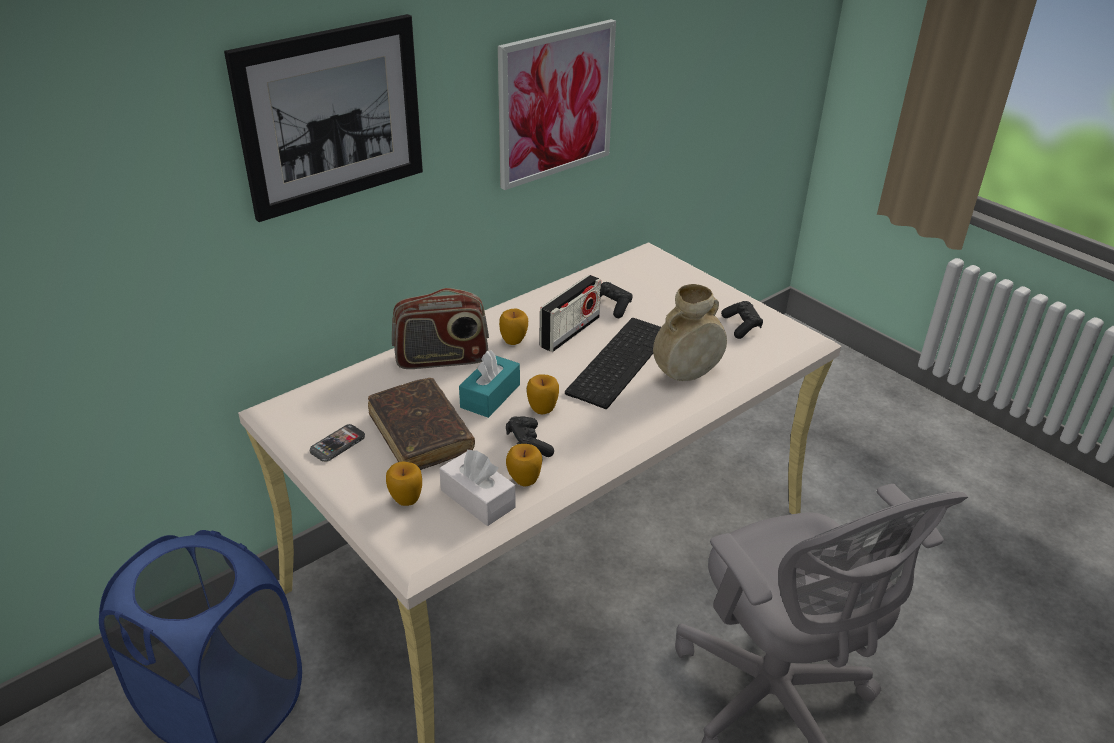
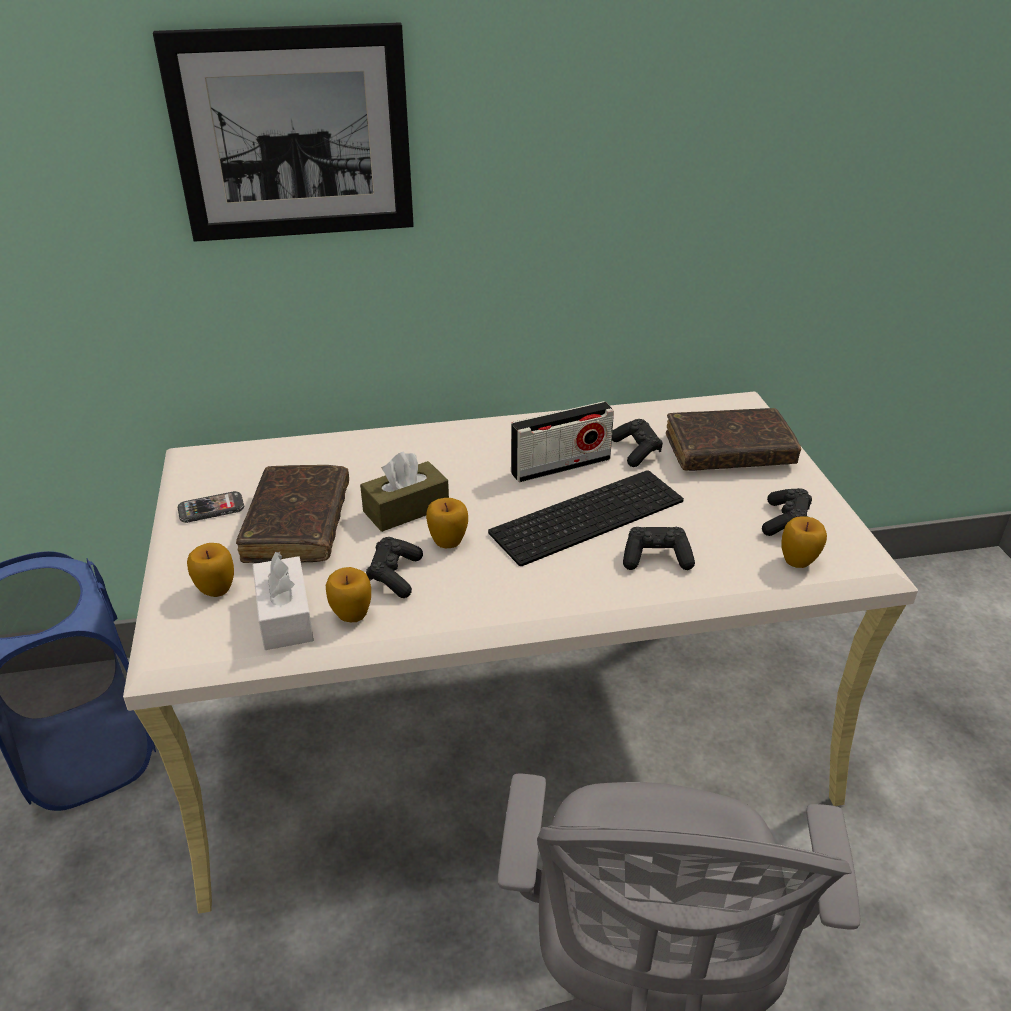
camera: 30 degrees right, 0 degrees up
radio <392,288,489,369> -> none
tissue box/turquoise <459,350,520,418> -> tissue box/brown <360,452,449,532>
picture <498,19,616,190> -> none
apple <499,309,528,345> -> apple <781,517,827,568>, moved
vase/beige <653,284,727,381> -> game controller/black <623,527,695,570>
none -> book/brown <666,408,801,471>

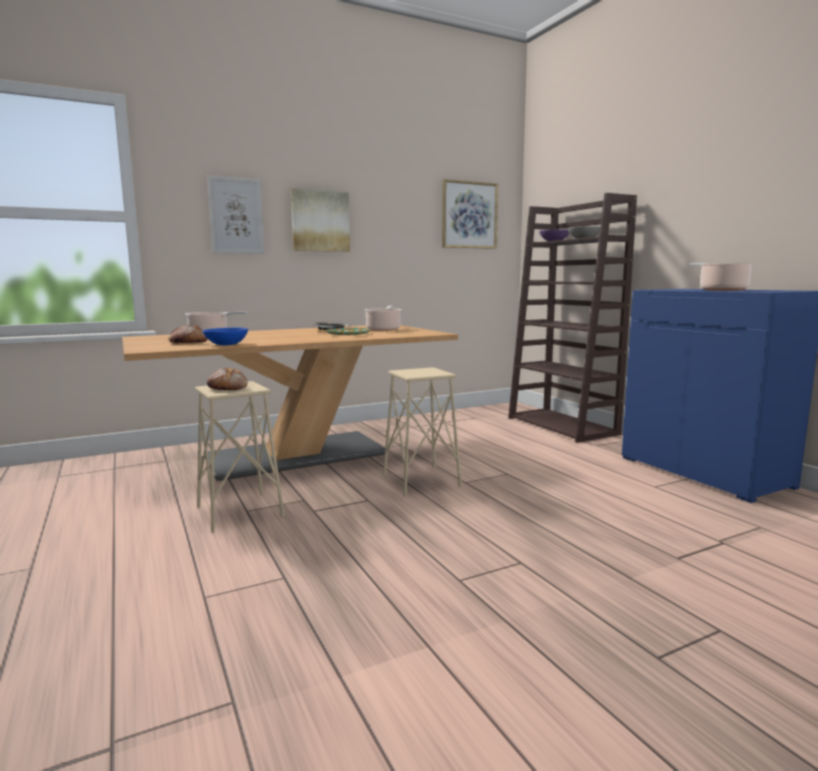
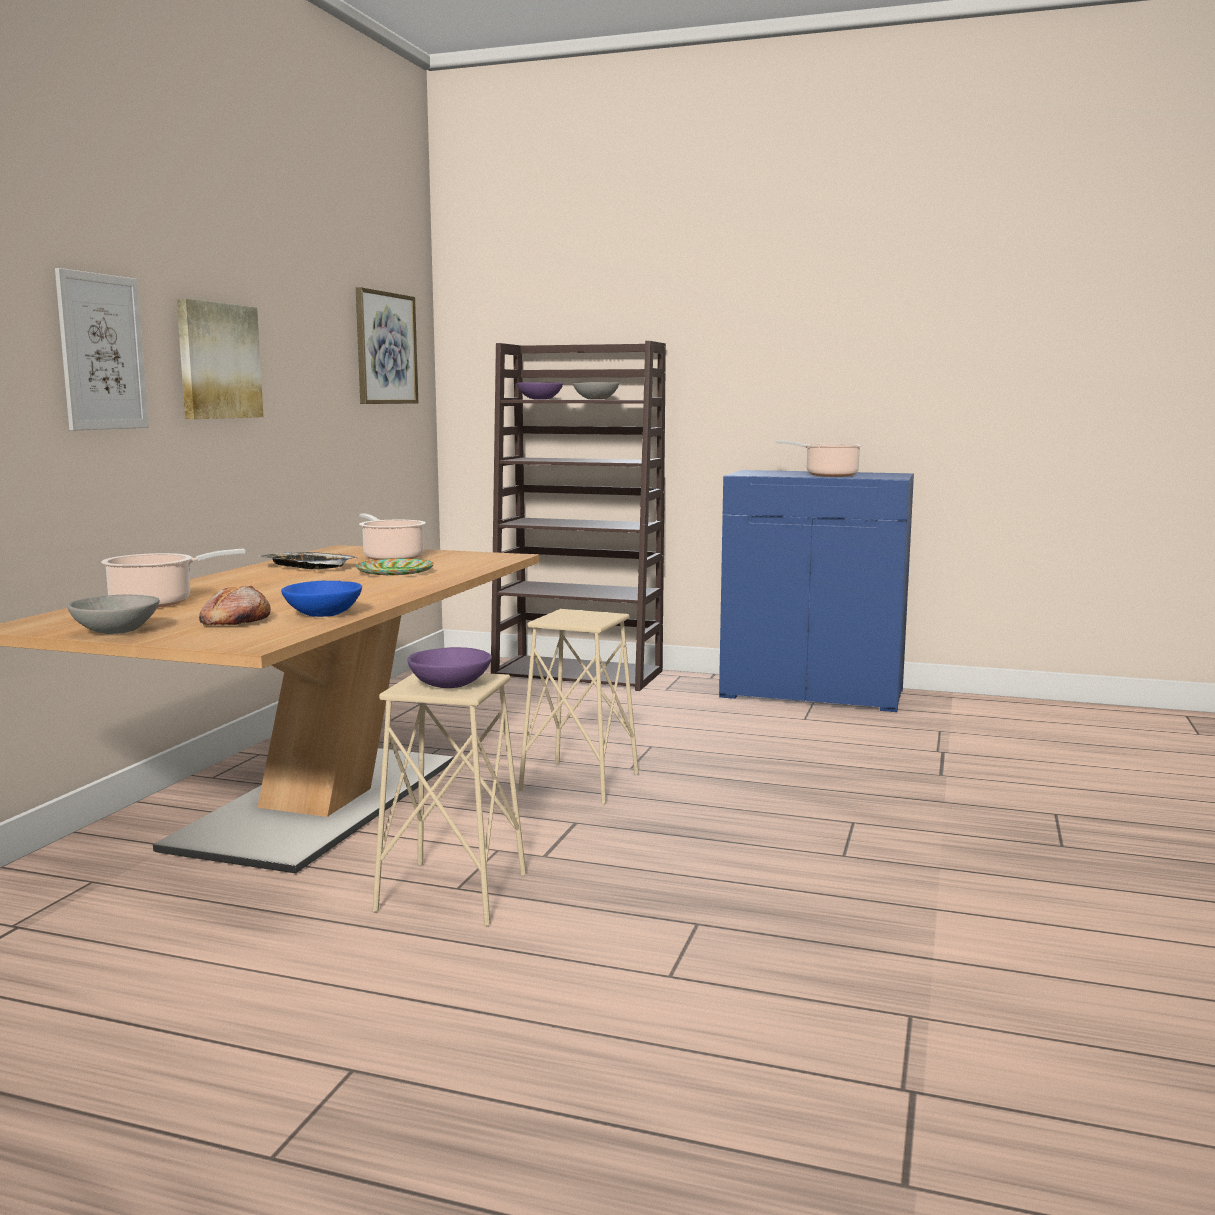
camera: 45 degrees left, 0 degrees up
bread <207,368,248,390> -> bowl/purple <407,647,492,688>
none -> bowl/grey <67,594,160,634>

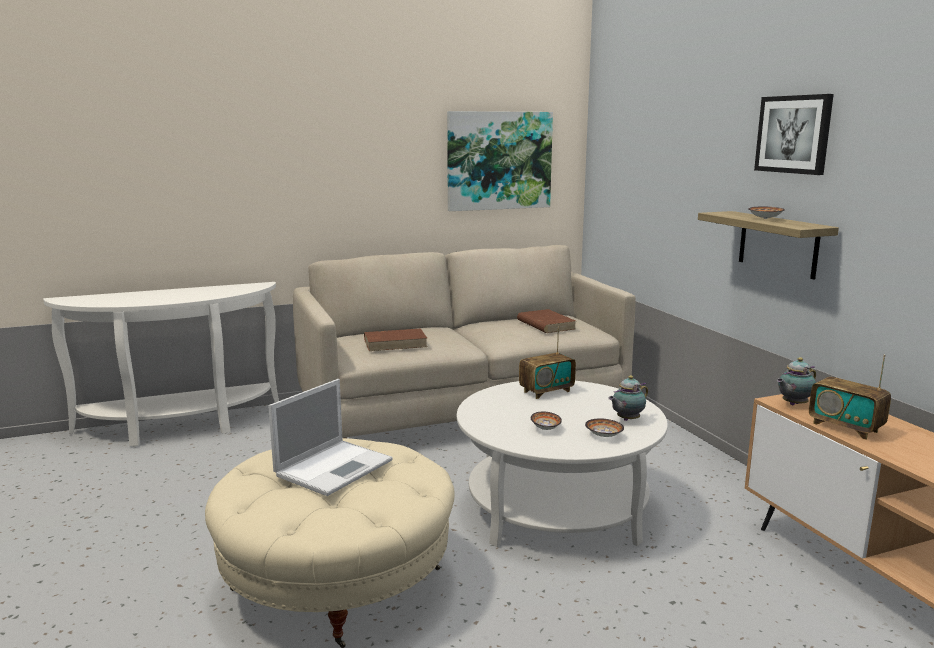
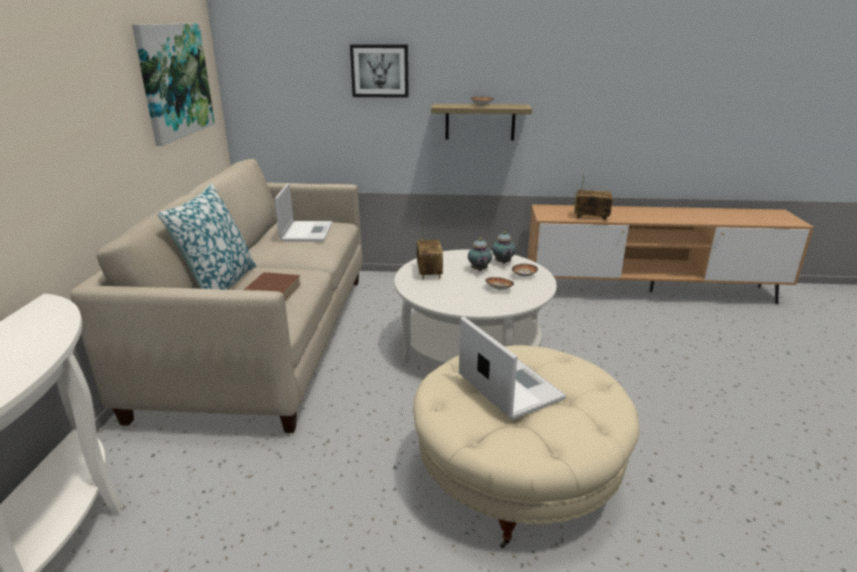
camera: 65 degrees left, 10 degrees up
book/brown <517,309,575,333> -> laptop <274,183,333,241>
picture <754,94,834,175> -> picture <350,44,409,98>, moved
teapot <777,357,816,405> -> teapot <468,238,492,271>, moved
radio <809,355,891,440> -> radio <574,173,613,220>, 150 degrees counterclockwise
none -> pillow <157,183,256,290>

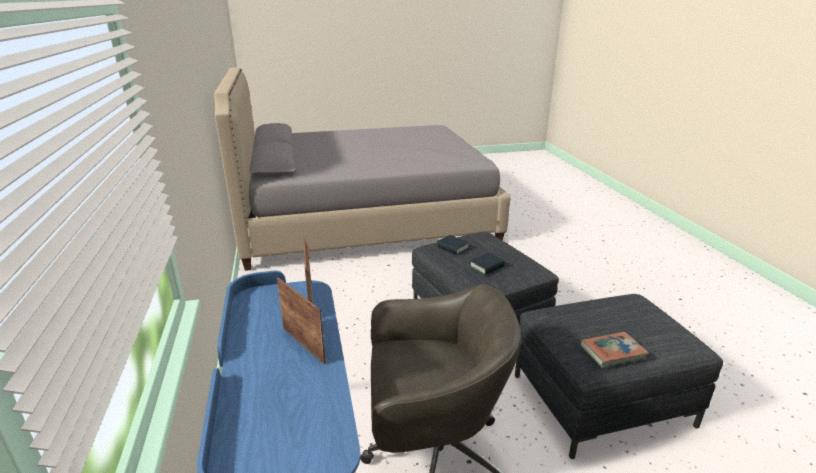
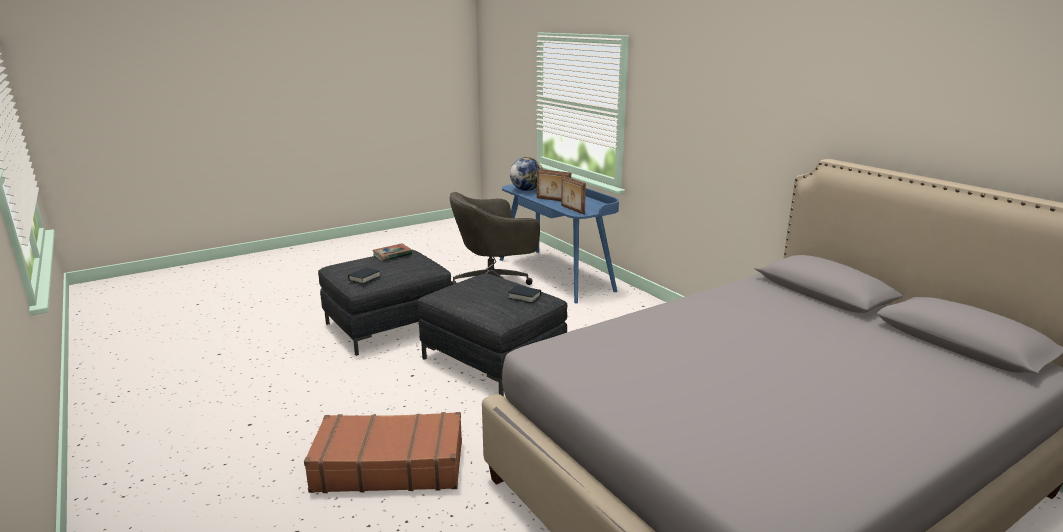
camera: 160 degrees right, 5 degrees down
book <469,253,505,275> -> book <348,267,381,284>, moved
none -> suitcase/brown <304,412,462,493>
none -> globe <510,157,543,191>

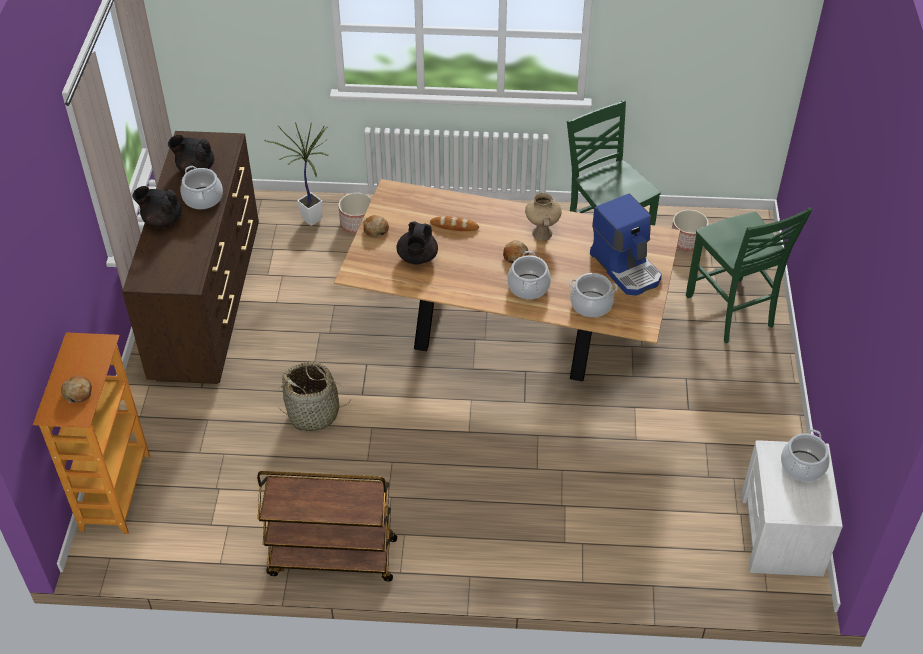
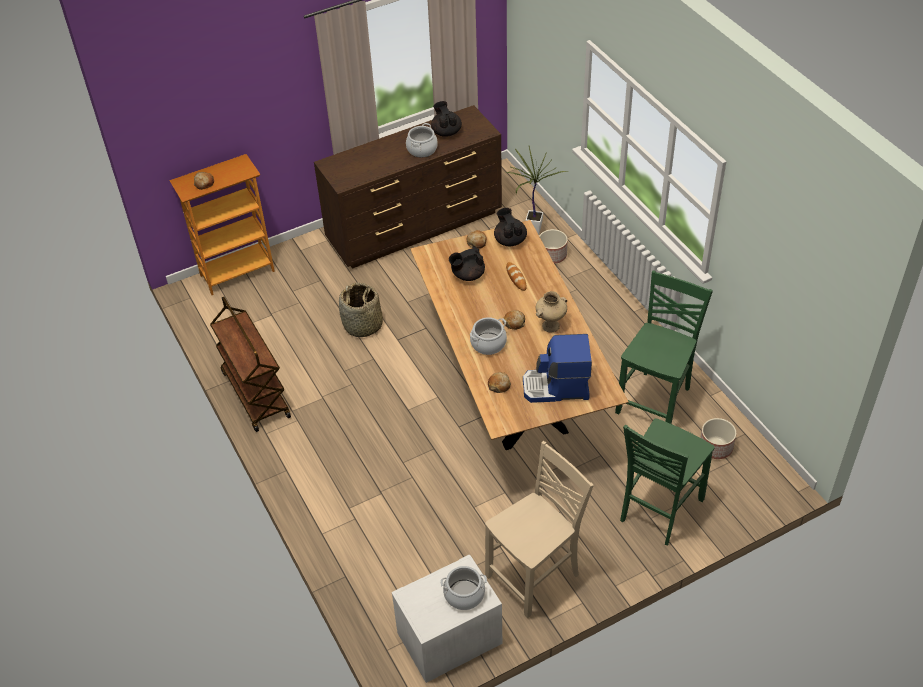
camera: 60 degrees right, 0 degrees up
teapot/black <133,186,181,228> -> teapot/black <494,208,527,246>, moved
cooking pot <569,273,618,318> -> bread <488,372,511,393>
coffee machine <590,193,662,296> -> coffee machine <523,334,592,403>, 60 degrees clockwise
none -> chair/beige <485,441,594,618>

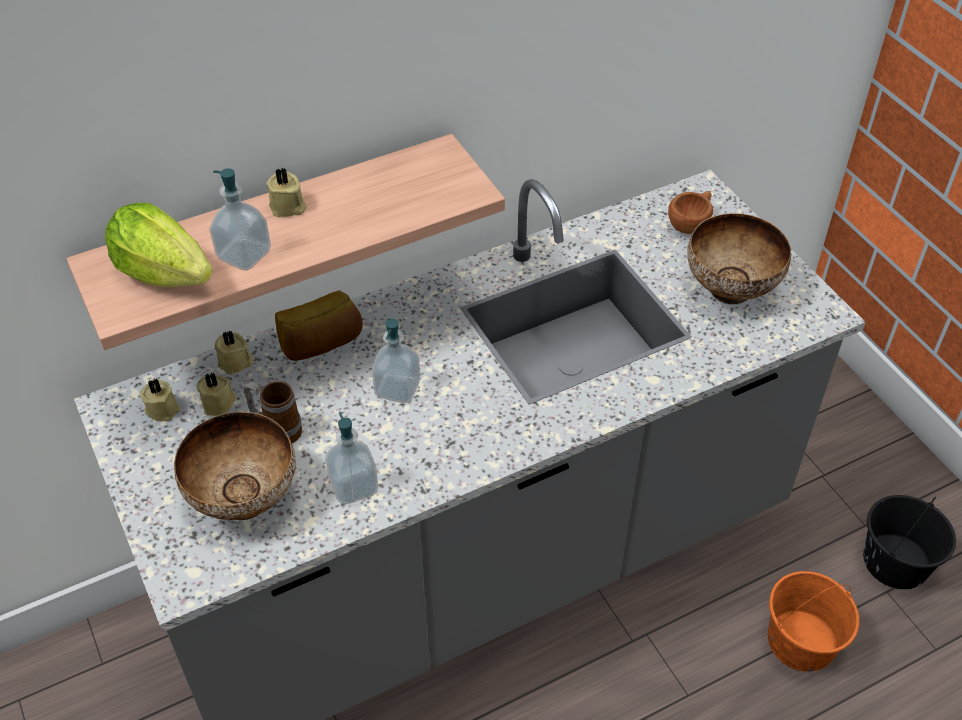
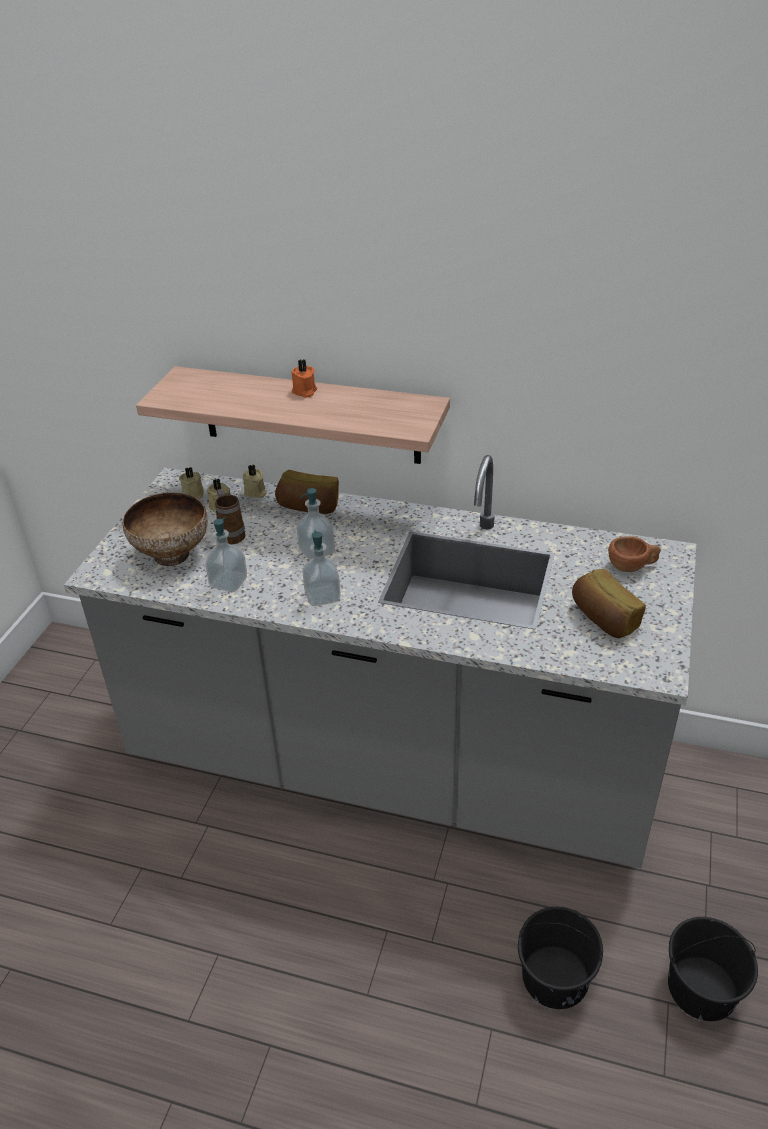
camera: 45 degrees right, 10 degrees down
lettuce <105,203,213,287> -> none
soap dispenser <209,168,271,270> -> soap dispenser <302,530,341,606>, moved
candle/beige <267,167,307,217> -> candle/orange <291,359,317,398>
bowl <687,213,791,304> -> bread <572,569,646,638>
bucket/orange <768,571,860,672> -> bucket/black <518,907,603,1009>

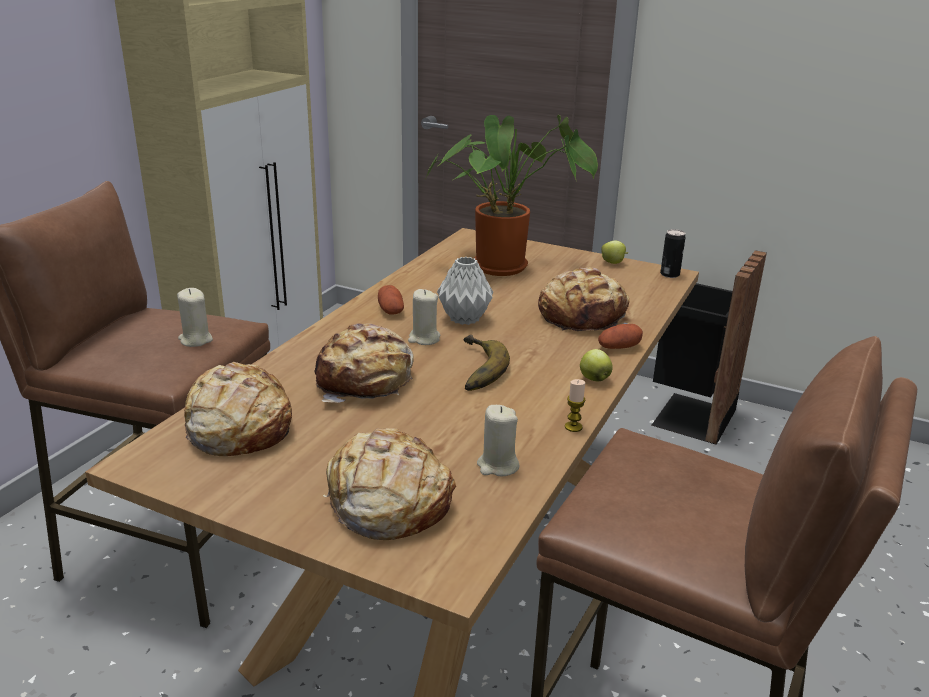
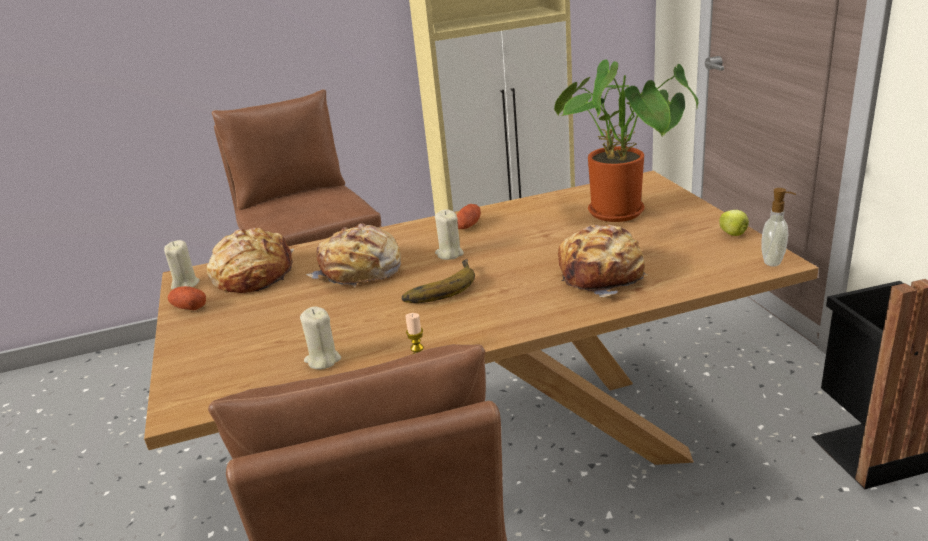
camera: 50 degrees right, 0 degrees up
candle/beige <177,288,213,347> -> candle/beige <164,240,200,290>, moved
bread <323,428,456,540> -> none
vase/grey <437,257,493,325> -> none
apple <580,349,613,381> -> none
potato <598,324,643,349> -> potato <168,286,206,310>, moved
can <660,229,686,278> -> soap dispenser <761,188,796,266>

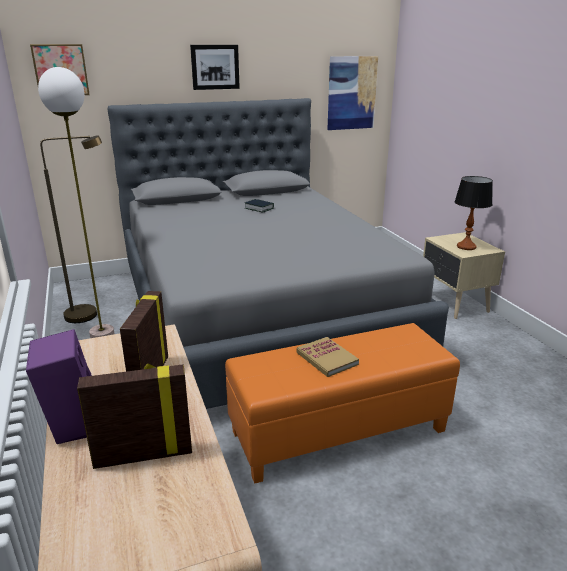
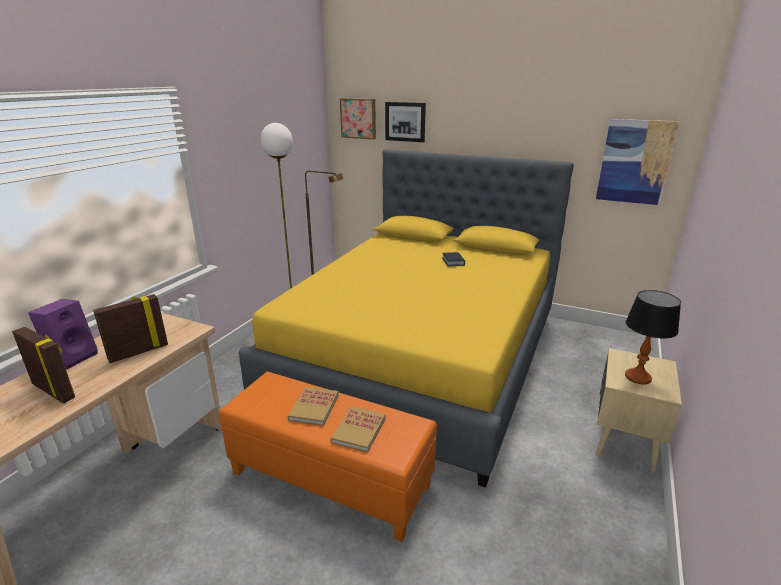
camera: 45 degrees right, 0 degrees up
bed/grey <107,98,449,409> -> bed/yellow <239,149,574,488>
picture <190,45,240,90> -> picture <385,102,426,142>, moved
none -> book <330,407,386,452>

